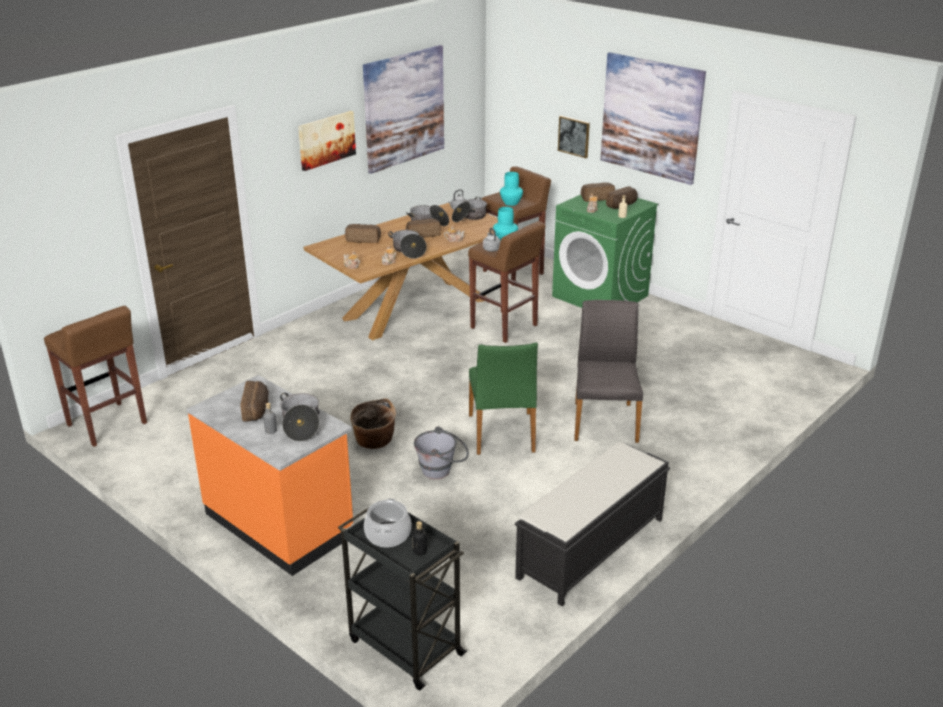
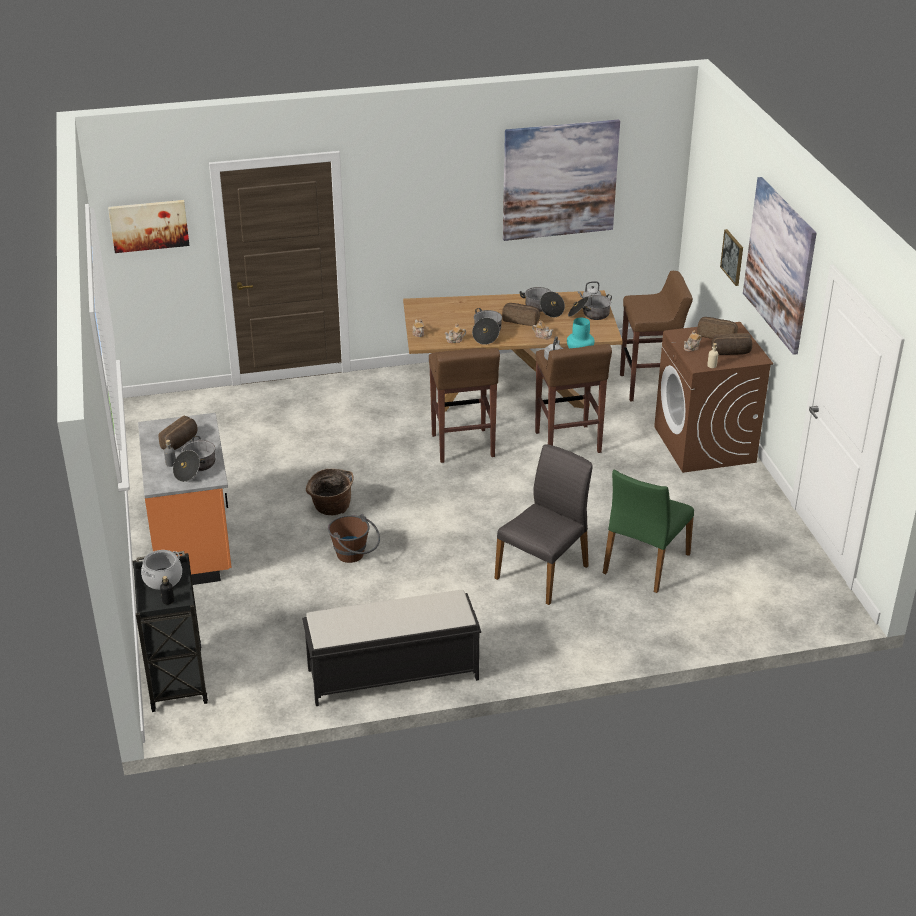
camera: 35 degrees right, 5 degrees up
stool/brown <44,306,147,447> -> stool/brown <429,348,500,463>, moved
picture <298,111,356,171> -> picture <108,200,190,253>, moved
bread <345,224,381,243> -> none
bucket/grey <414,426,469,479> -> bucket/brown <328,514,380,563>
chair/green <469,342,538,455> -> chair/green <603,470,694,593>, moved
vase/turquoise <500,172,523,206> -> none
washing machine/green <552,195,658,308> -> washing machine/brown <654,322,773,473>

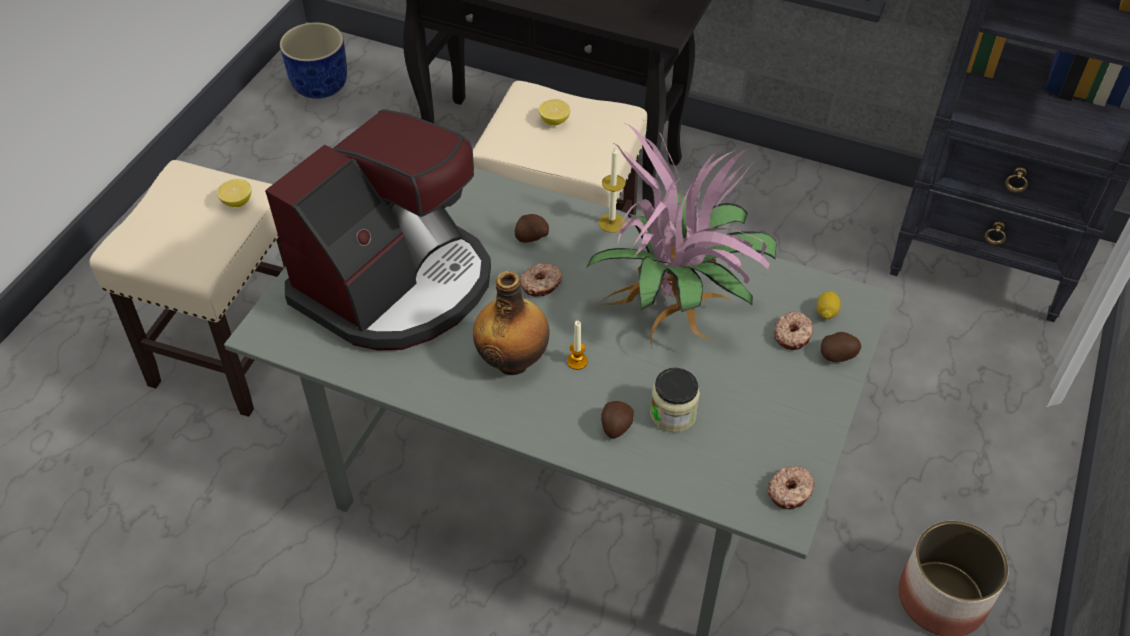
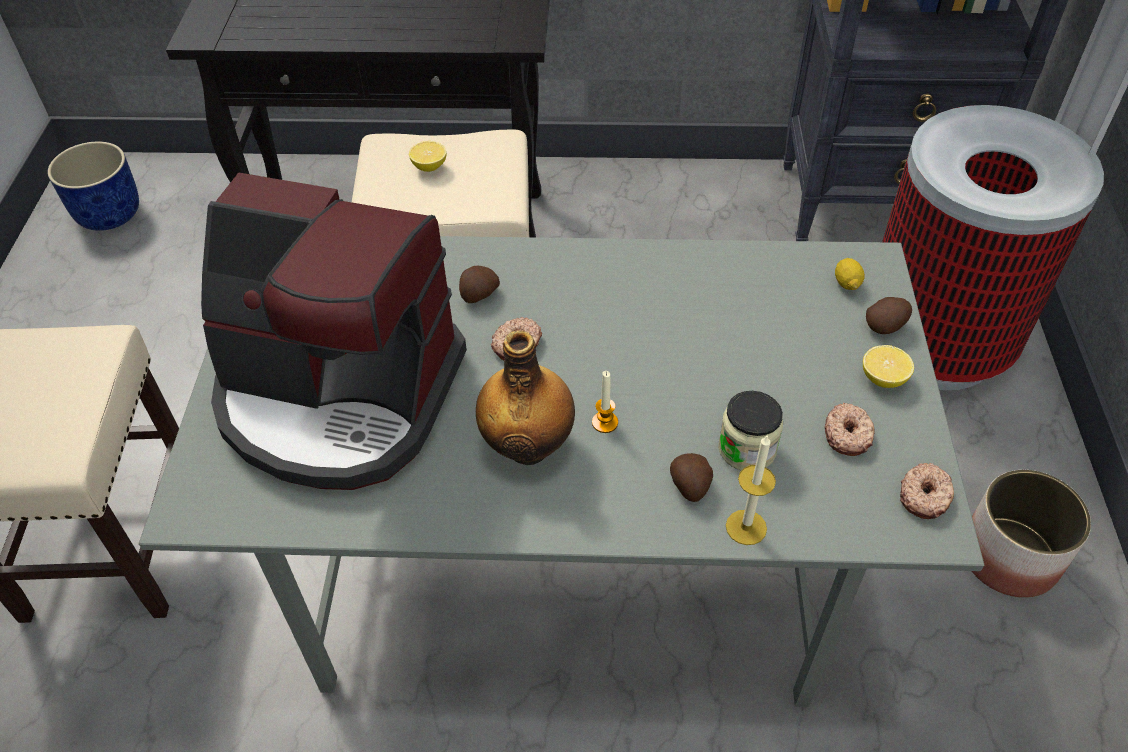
camera: 20 degrees left, 0 degrees up
lemon <217,179,252,207> -> lemon <863,345,914,388>, moved
coffee machine <265,109,491,350> -> coffee machine <201,173,467,490>, 90 degrees clockwise
potted plant <586,123,777,348> -> none
candle <598,147,626,233> -> candle <726,434,776,545>, moved
donut <774,311,813,350> -> donut <824,403,875,456>, moved
none -> trash can <882,105,1104,390>

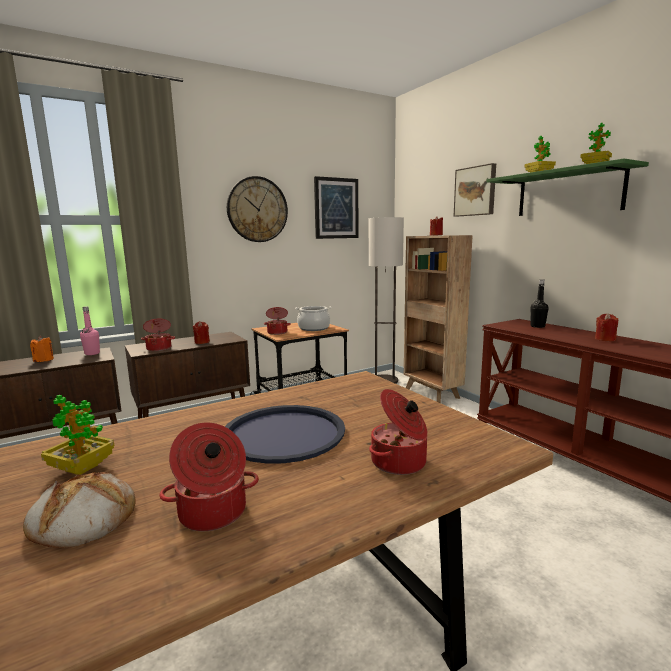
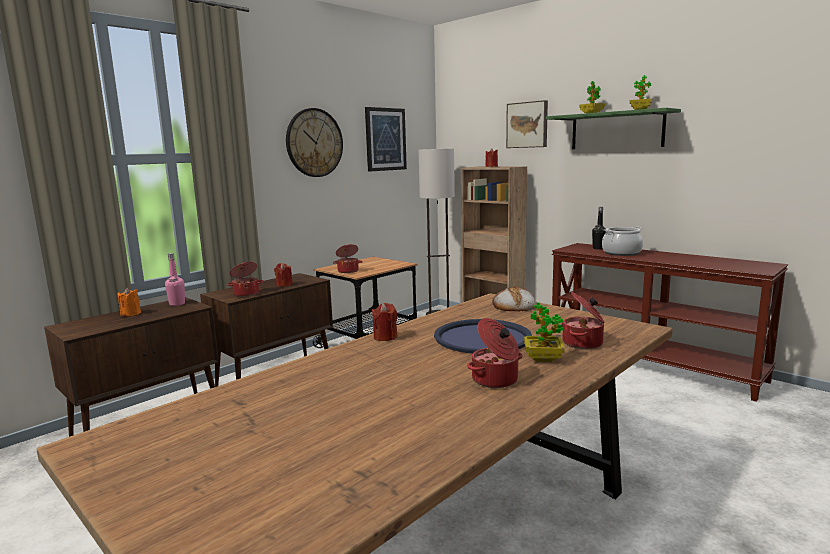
camera: 15 degrees left, 0 degrees up
bread <23,472,136,548> -> bread <492,286,537,311>, moved
potted plant <41,395,114,475> -> potted plant <524,302,565,362>, moved
cooking pot <295,306,332,331> -> cooking pot <602,227,643,256>, moved
candle/red <595,313,618,341> -> candle/red <372,303,397,341>, moved

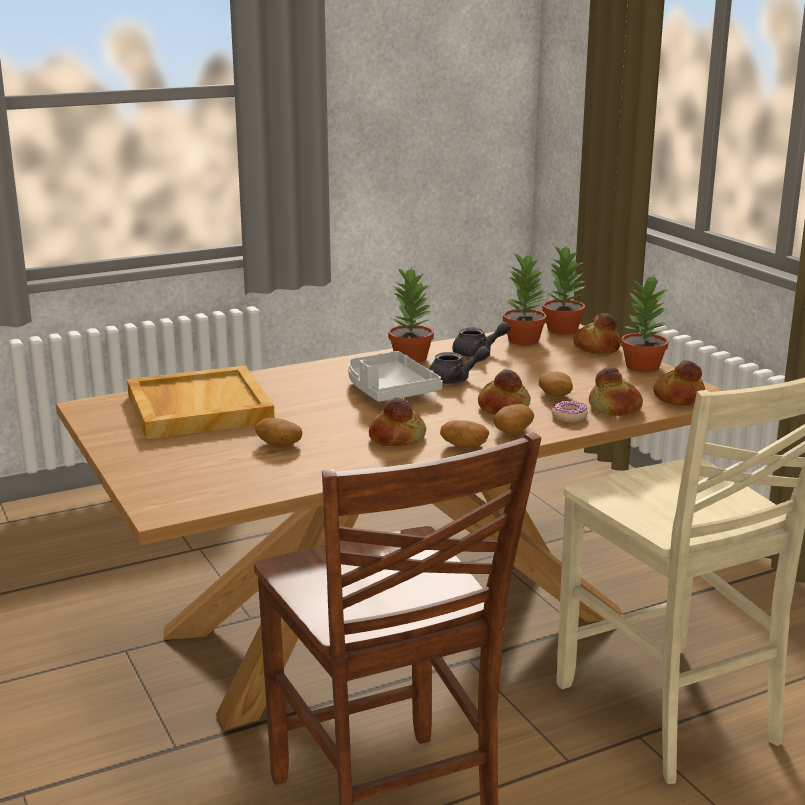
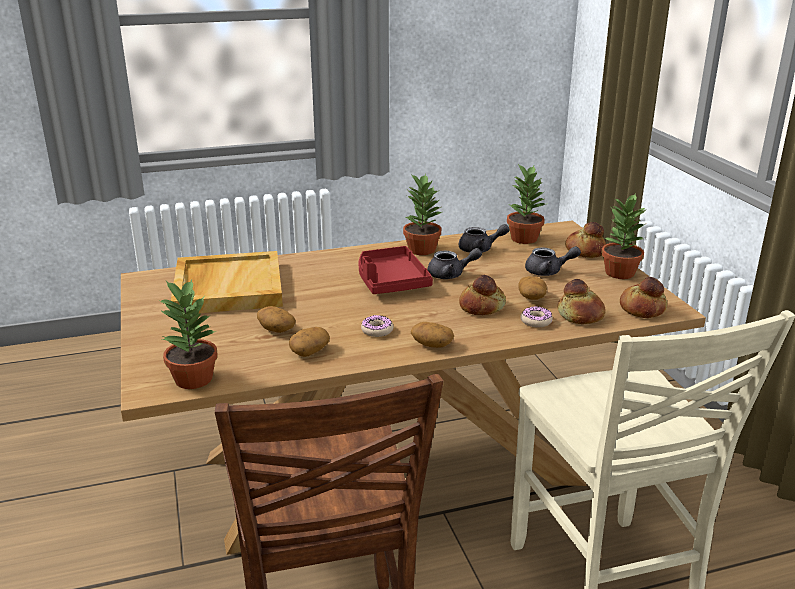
camera: 10 degrees right, 5 degrees up
tray/grey <348,351,443,402> -> tray/red <358,246,433,294>
bread <369,397,426,446> -> donut <361,315,394,337>
potato <494,404,534,434> -> potato <289,327,330,357>, moved
potted plant <542,246,586,335> -> potted plant <158,279,218,389>, moved
none -> teapot/grey <525,246,581,276>

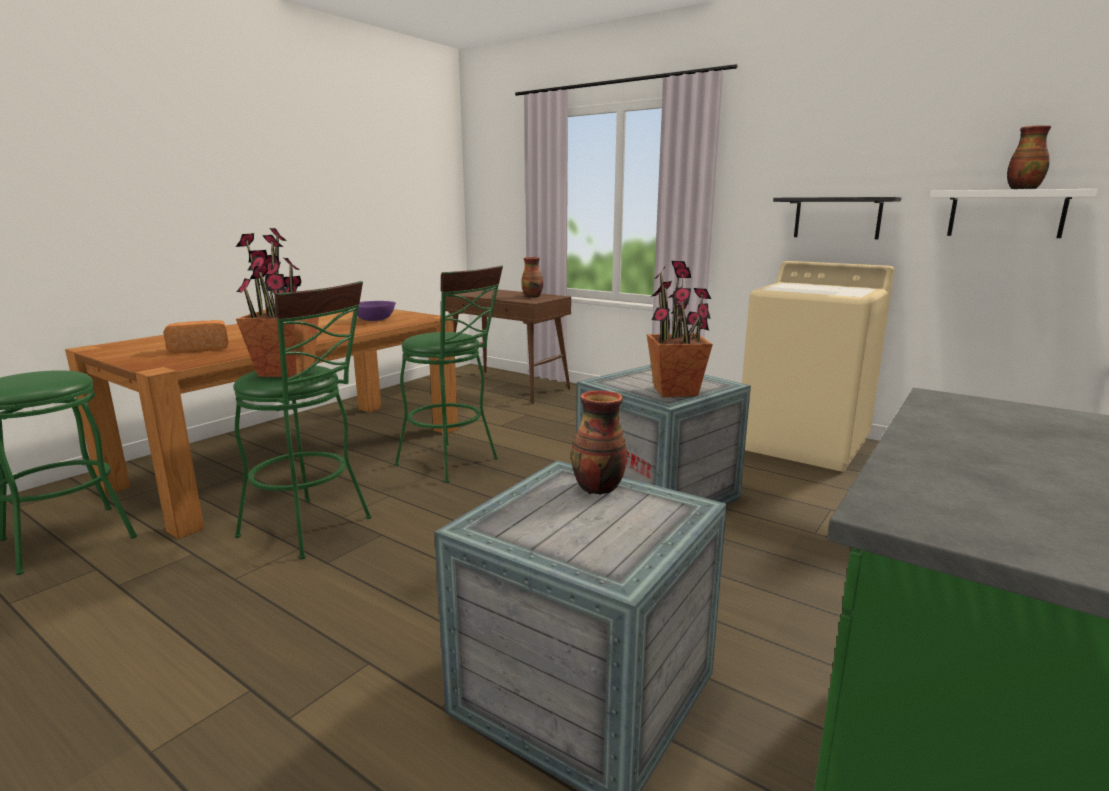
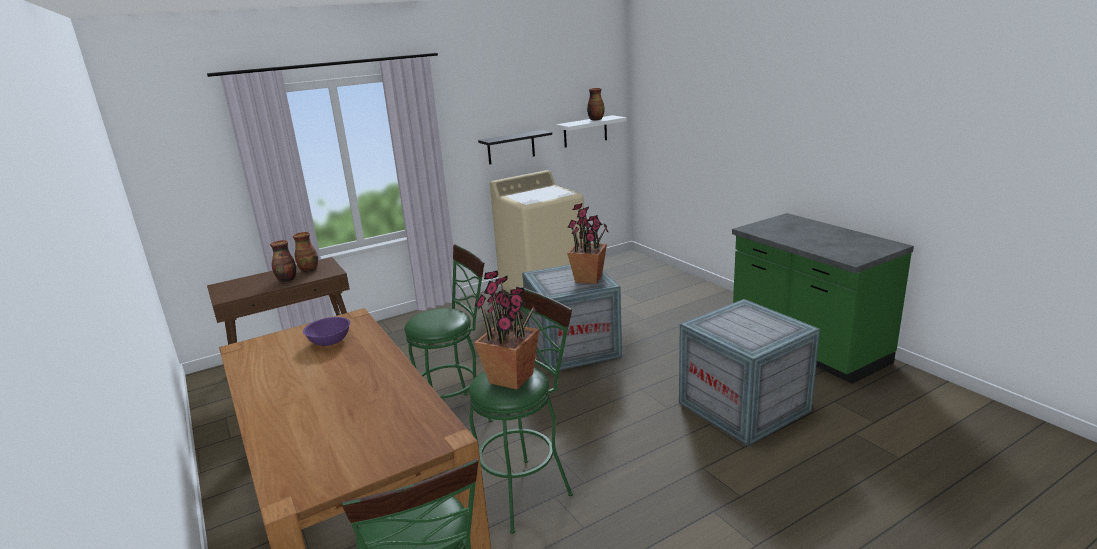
camera: 65 degrees left, 5 degrees up
bread <163,320,229,353> -> none
vase <571,390,627,495> -> vase <270,240,296,282>, moved

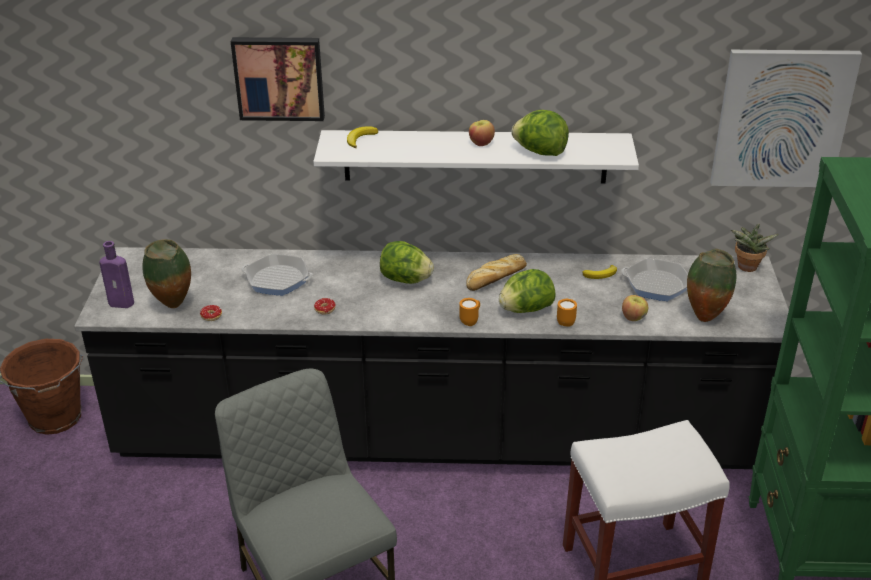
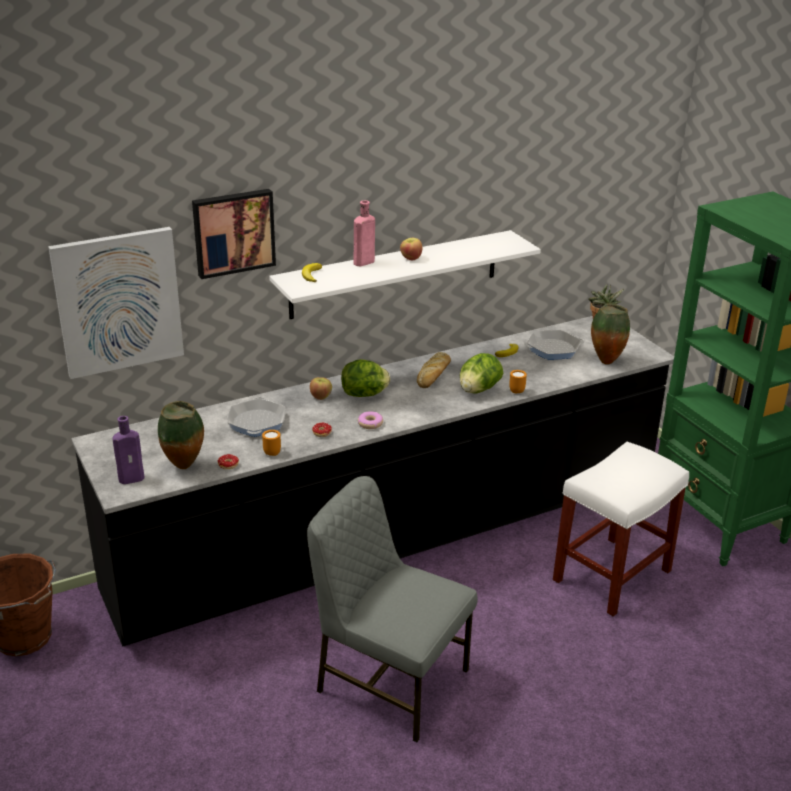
camera: 30 degrees left, 5 degrees down
frying pan <241,254,313,295> -> frying pan <227,397,286,437>, 75 degrees counterclockwise
mug/orange <459,298,480,326> -> mug/orange <262,430,281,456>, moved
lettuce <511,110,569,156> -> none
apple <622,295,648,321> -> apple <310,377,332,400>, moved
picture <710,50,862,187> -> picture <48,227,184,379>, moved
none -> bottle/pink <354,200,375,266>
none -> donut <358,411,383,429>

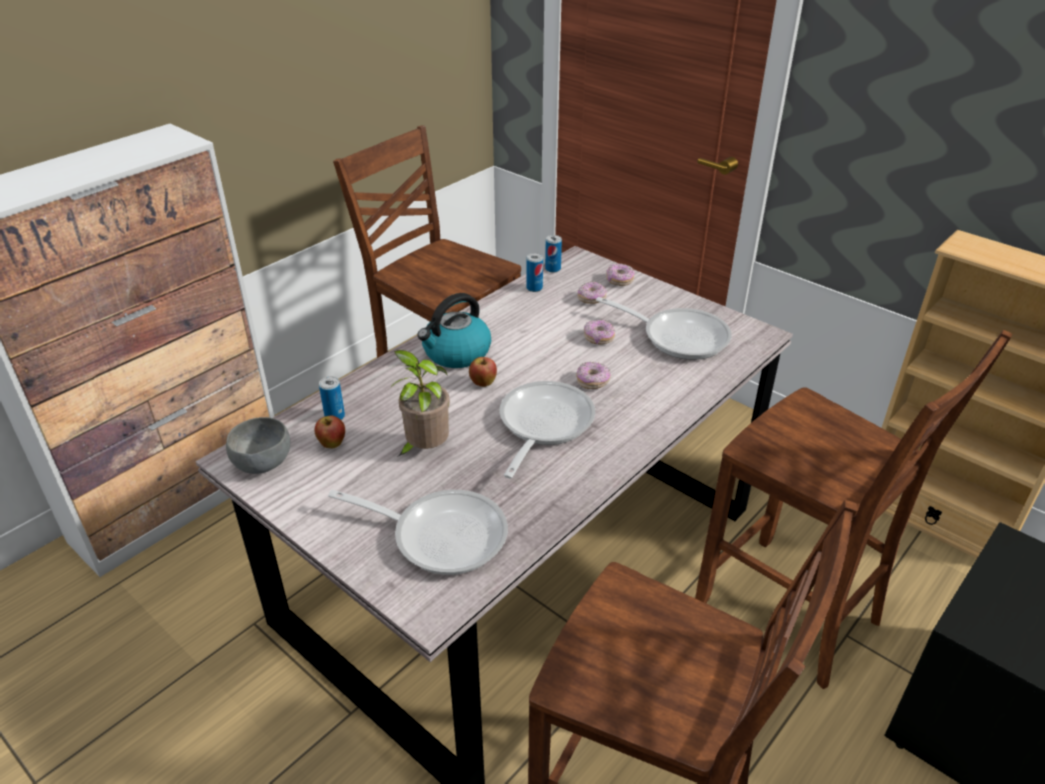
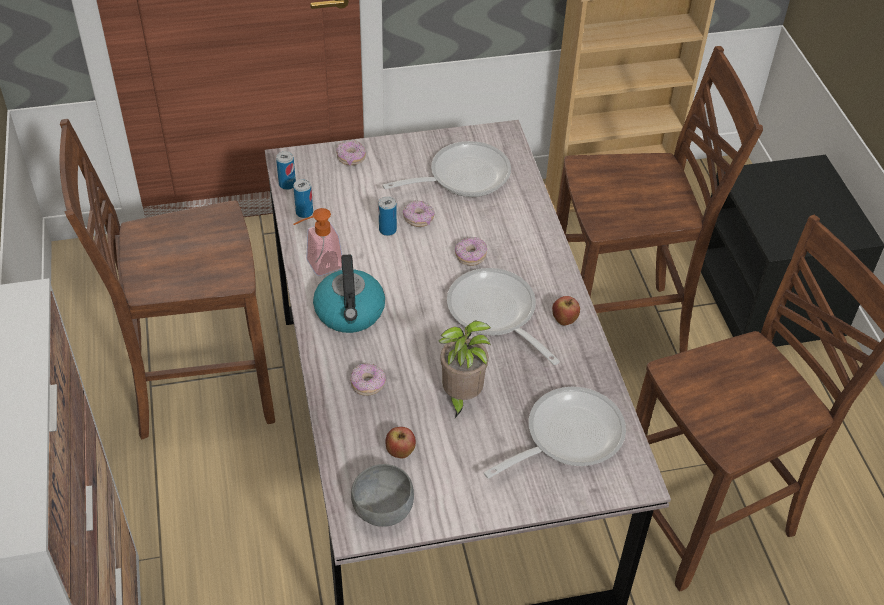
camera: 55 degrees left, 10 degrees up
can <319,376,345,420> -> can <378,196,397,236>, moved
apple <469,357,497,387> -> apple <552,296,580,326>, moved
donut <577,281,607,304> -> donut <350,363,386,396>, moved
none -> soap dispenser <294,208,342,276>

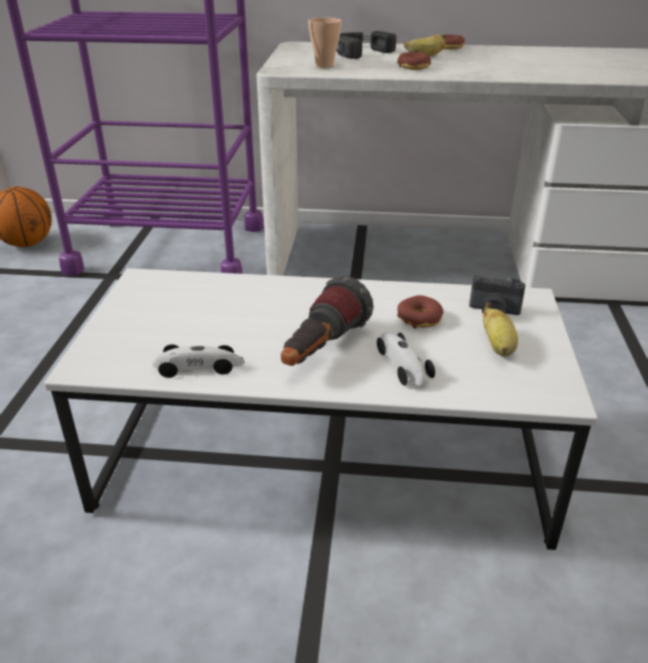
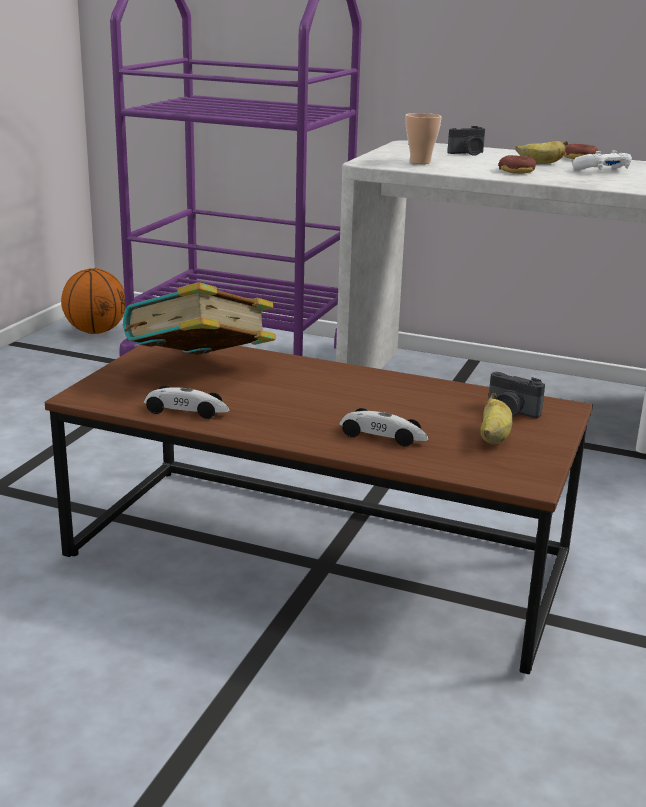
camera: 15 degrees right, 10 degrees down
coffee table/white <44,268,598,550> -> coffee table/brown <45,345,593,674>
flashlight <281,276,374,366> -> none
headphones/black <336,31,396,59> -> photo camera <447,126,485,156>
toy car <377,332,435,386> -> toy car <340,408,429,447>, 120 degrees clockwise
donut <397,295,443,329> -> none
none -> book <123,282,276,355>
none -> game controller/white <572,151,632,170>

